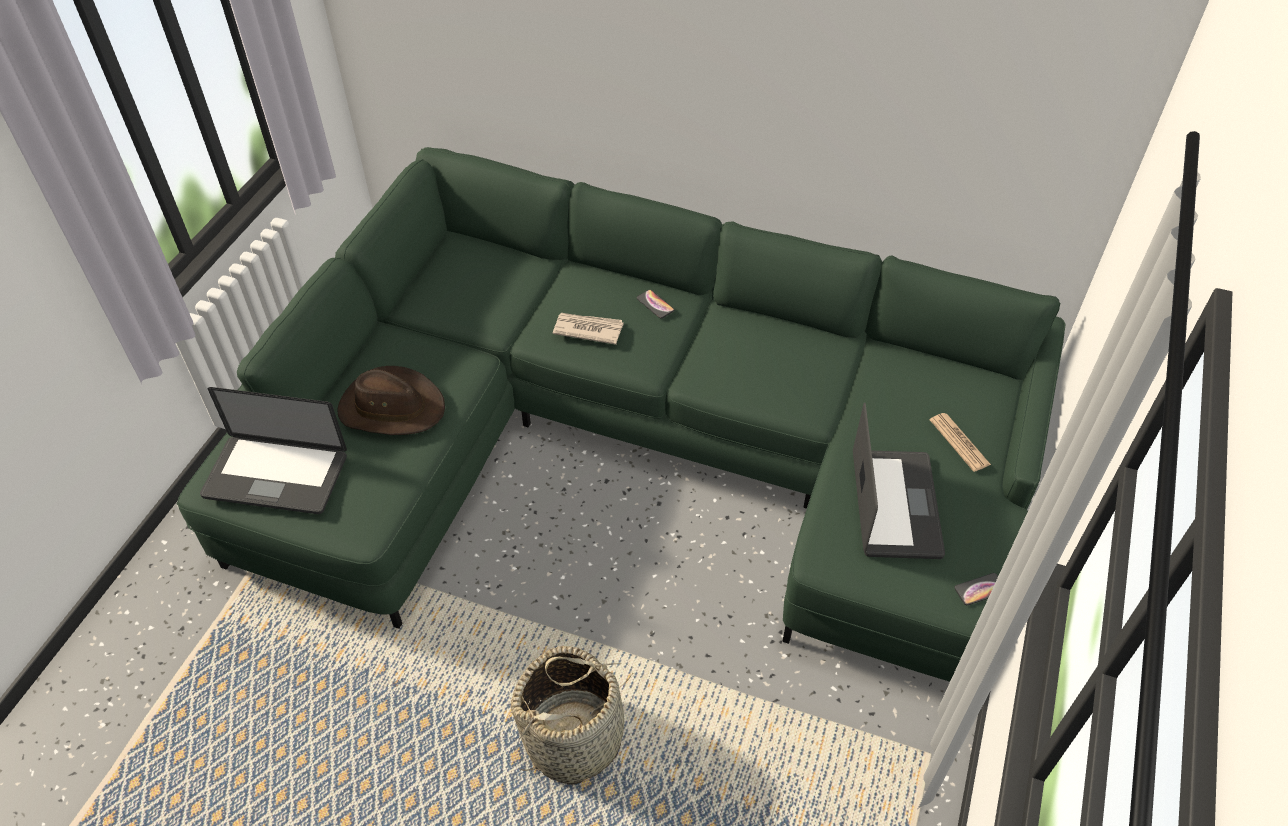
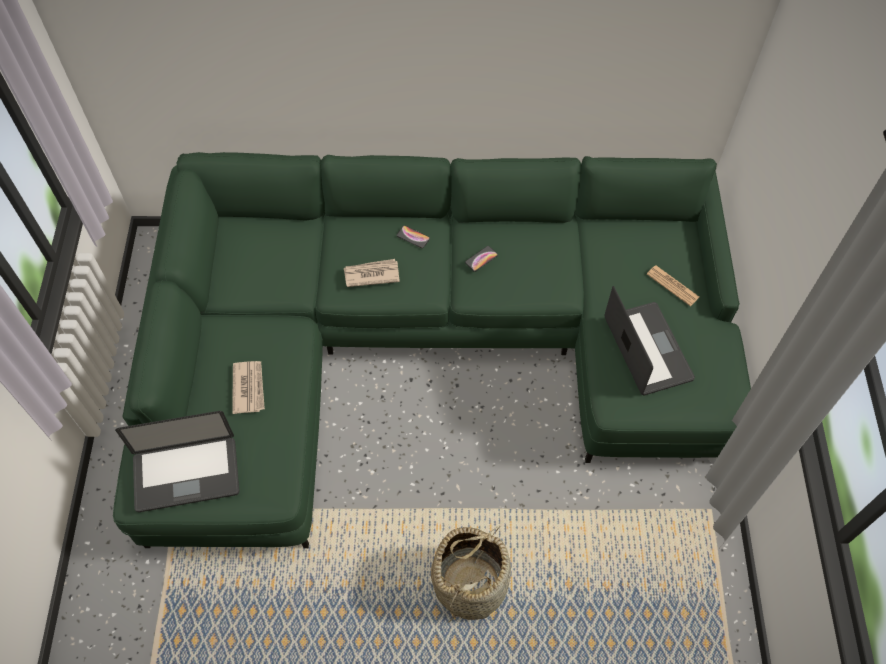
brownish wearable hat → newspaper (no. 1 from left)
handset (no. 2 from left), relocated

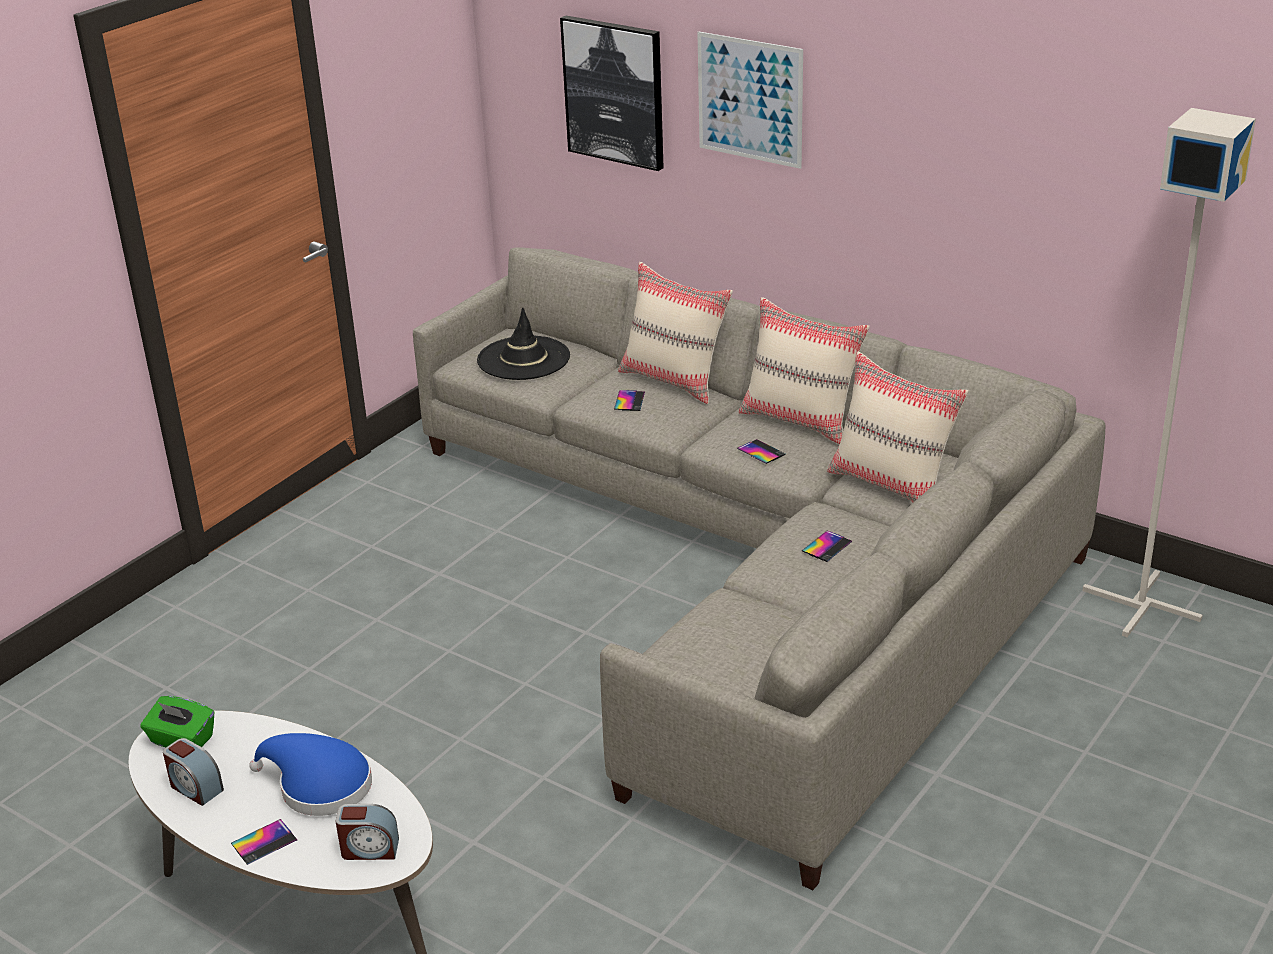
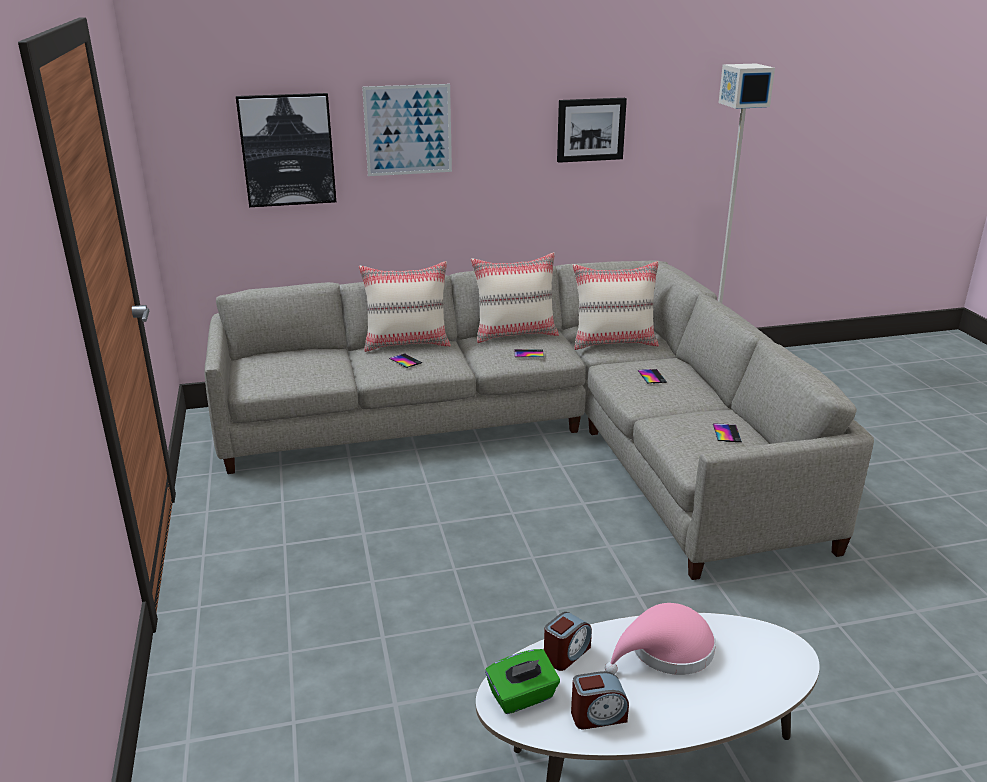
blackish wearable hat → -
blue-coloured wearable hat → pink-coloured wearable hat
bedside clock (no. 2 from left in the first image) → bedside clock (no. 1 from left), relocated
handset (no. 1 from left in the first image) → handset (no. 4 from left), relocated
- → wall picture (no. 3 from left)

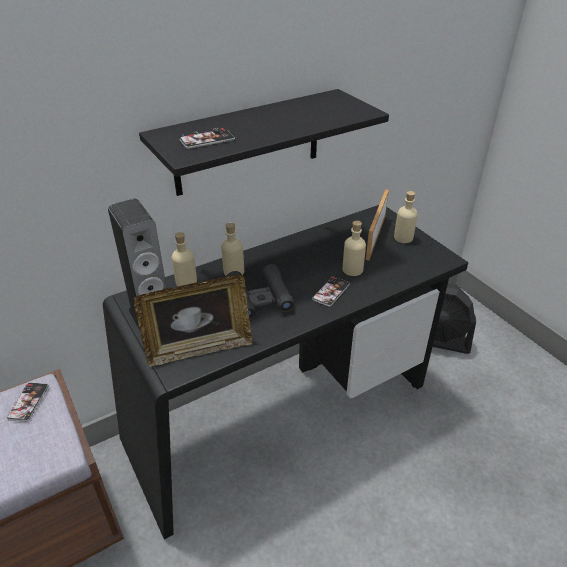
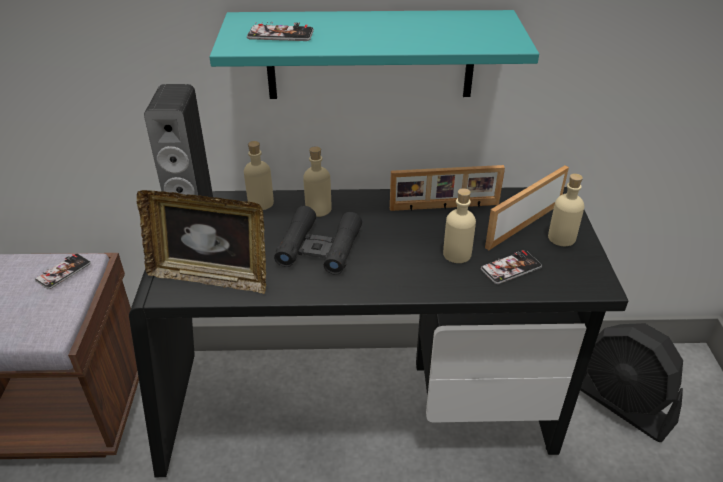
blackish bracket shelf → turquoise-coloured bracket shelf
handset (no. 3 from left), relocated
- → photo frame (no. 2 from left)

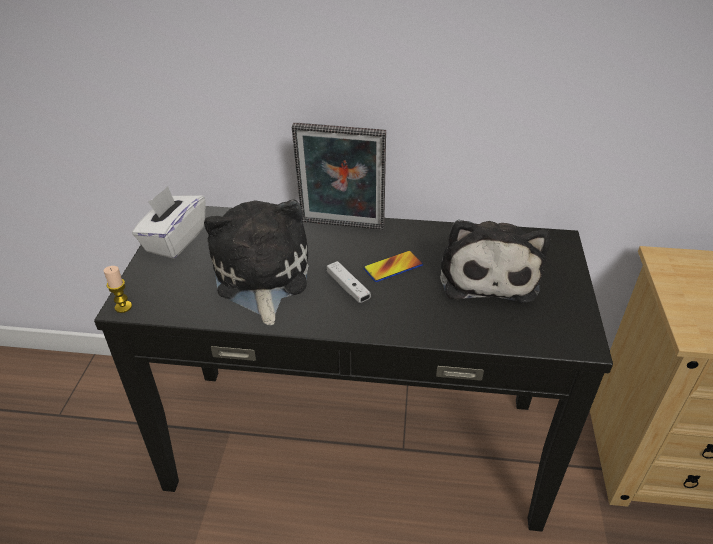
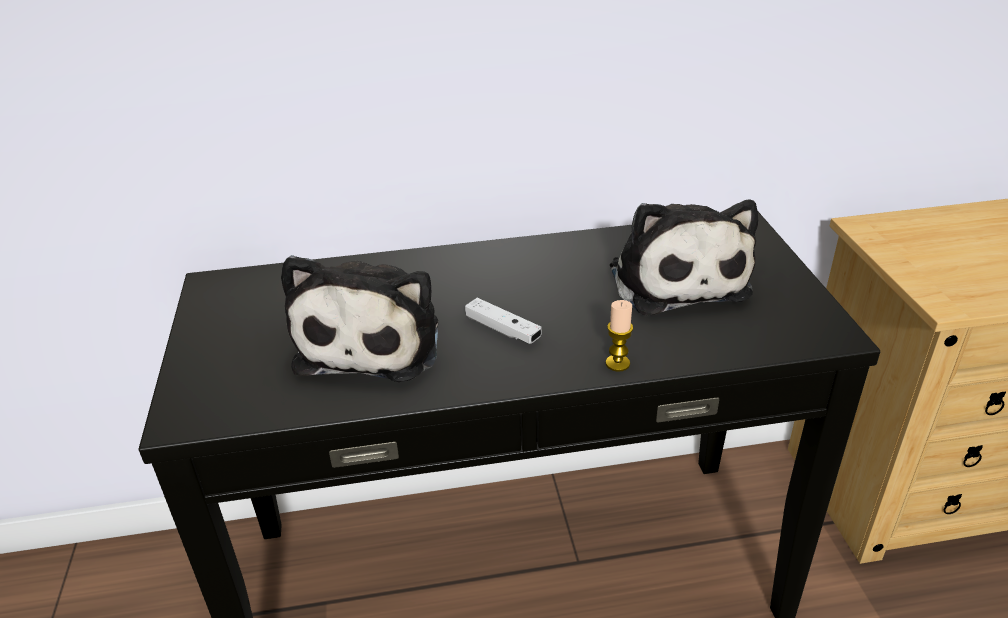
photo frame → -
whitish tissue box → -
cuddly toy (no. 1 from left), 150 degrees counterclockwise
handset → -
wax candle, relocated

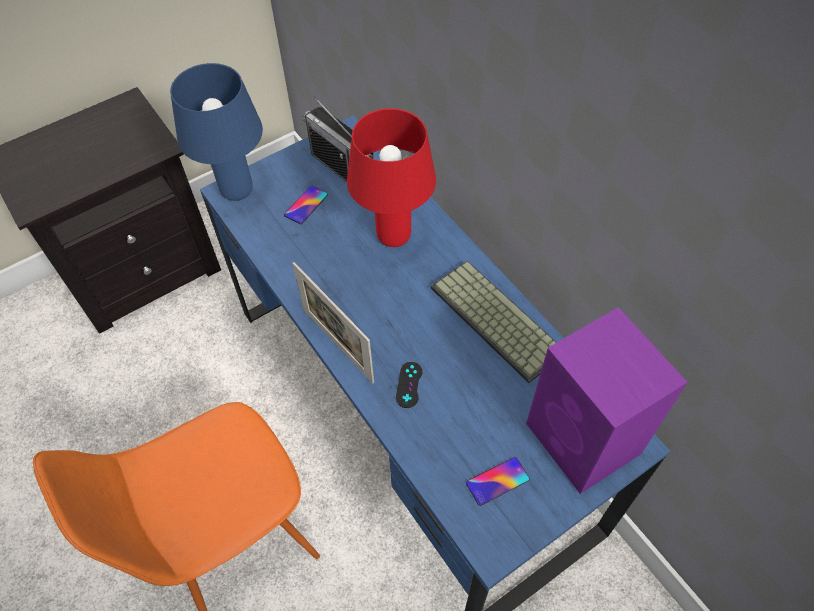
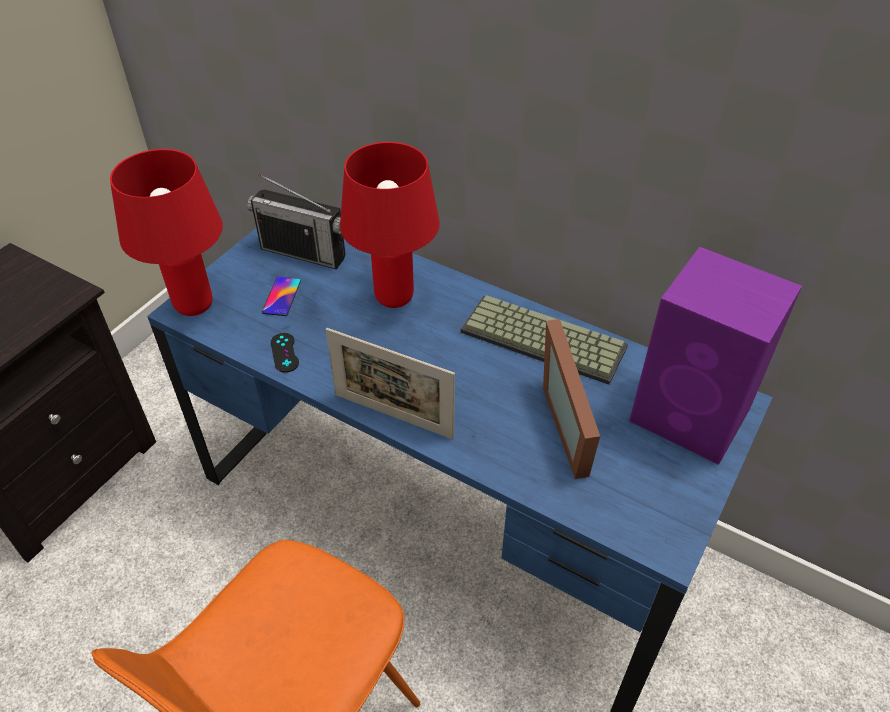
blue-coloured lamp for a table → reddish lamp for a table (no. 1 from left)
blackish joypad, relocated
handset (no. 2 from left) → -
- → photo frame (no. 2 from left)

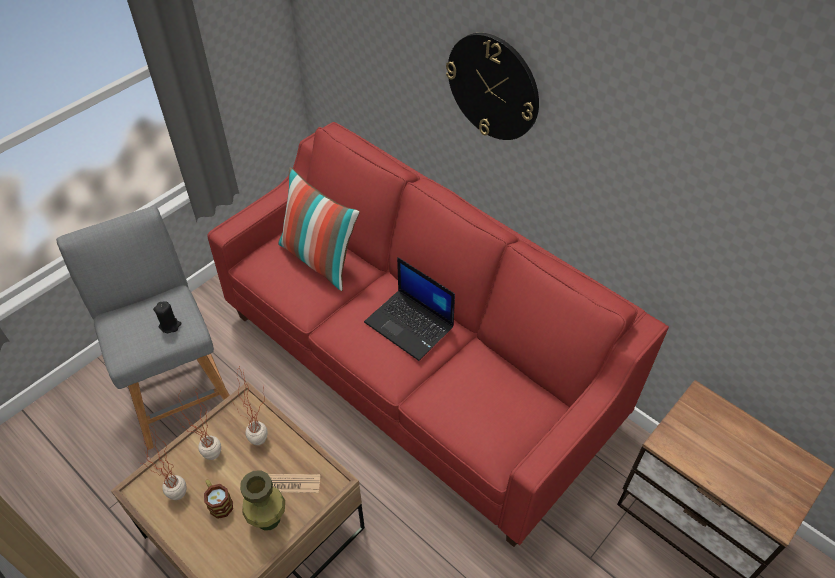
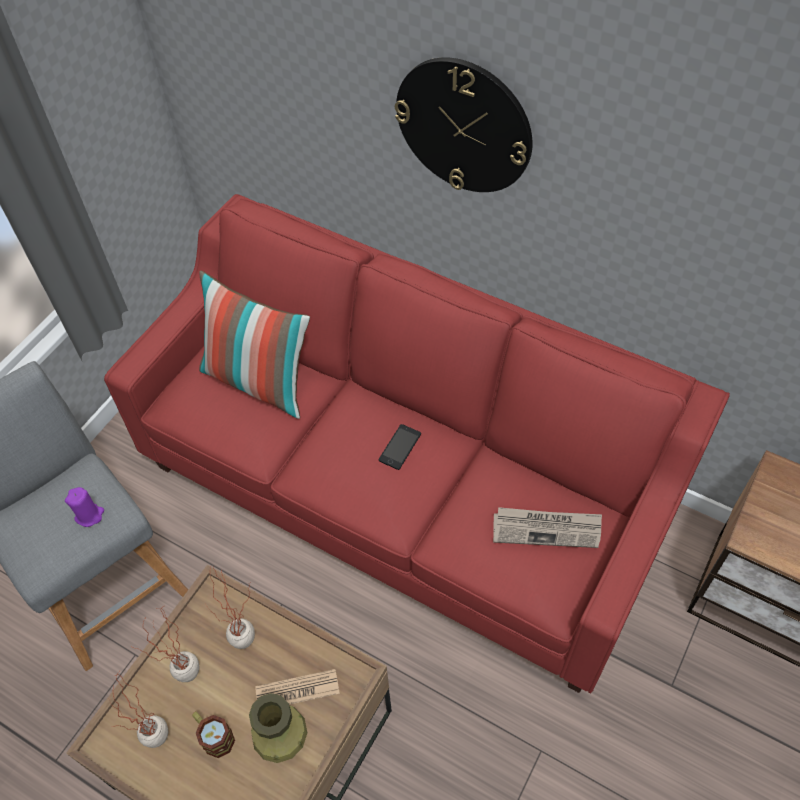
laptop → handset
blackish wax candle → purple wax candle
- → newspaper (no. 2 from left)

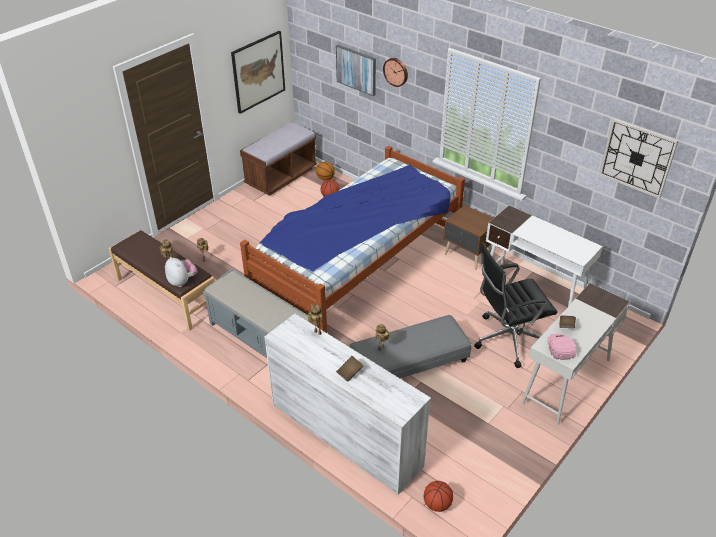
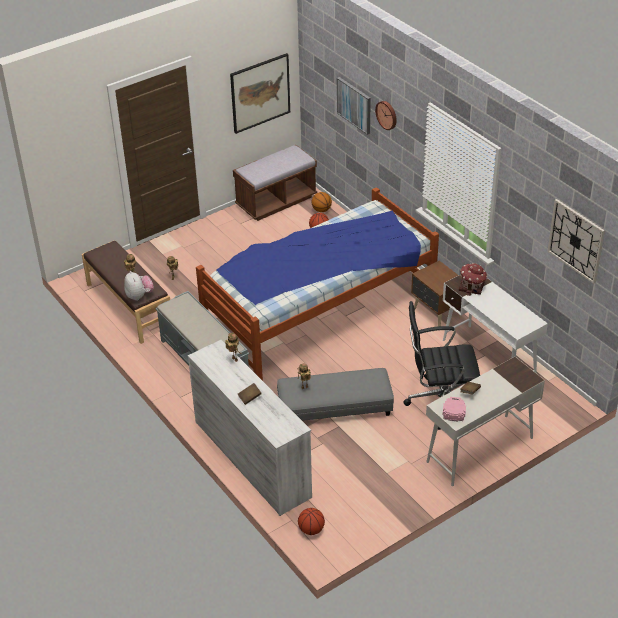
- → model house

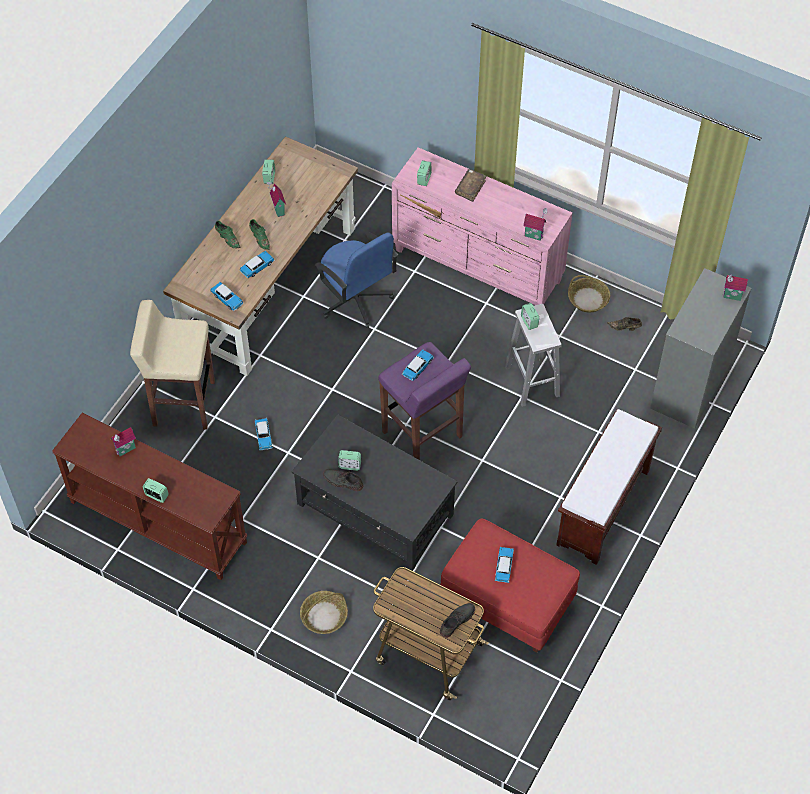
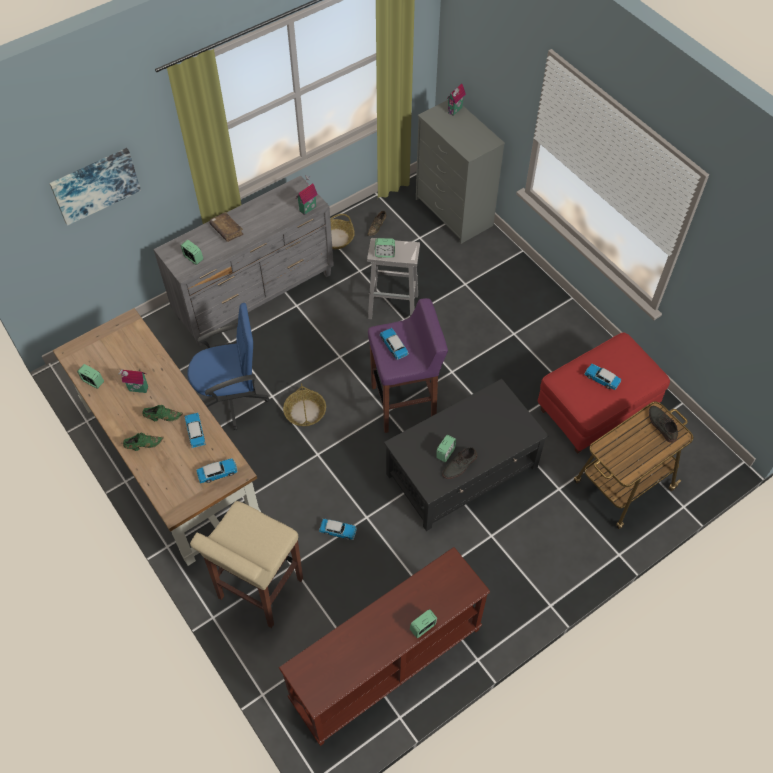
pink-coloured drawer chest → greyish drawer chest (no. 1 from left)
brownish indoor bench → -
model house (no. 1 from left) → -
storage basket (no. 1 from left), relocated
- → wall picture

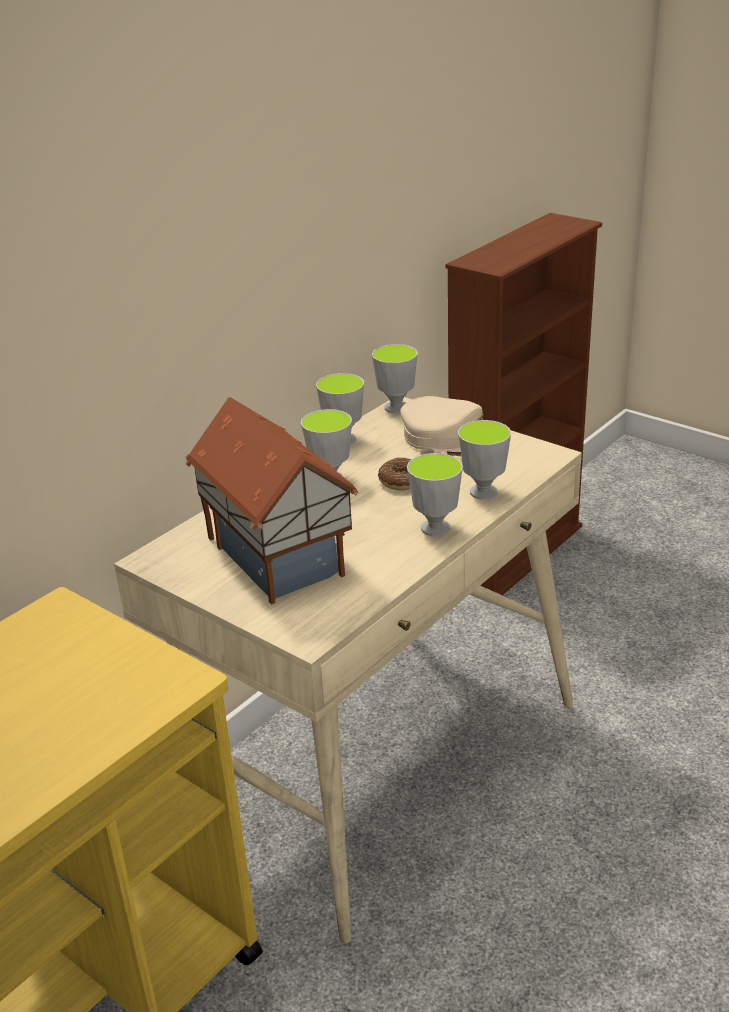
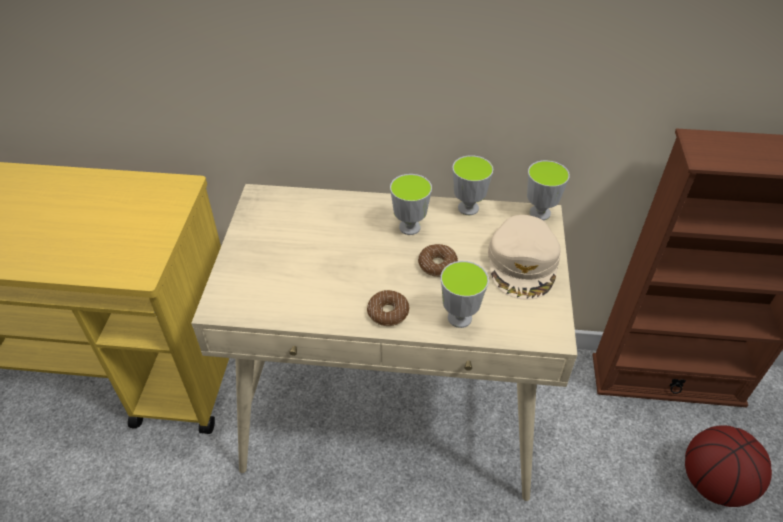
model house → -
cup (no. 4 from left) → ring doughnut (no. 1 from left)
- → ball for basketball

